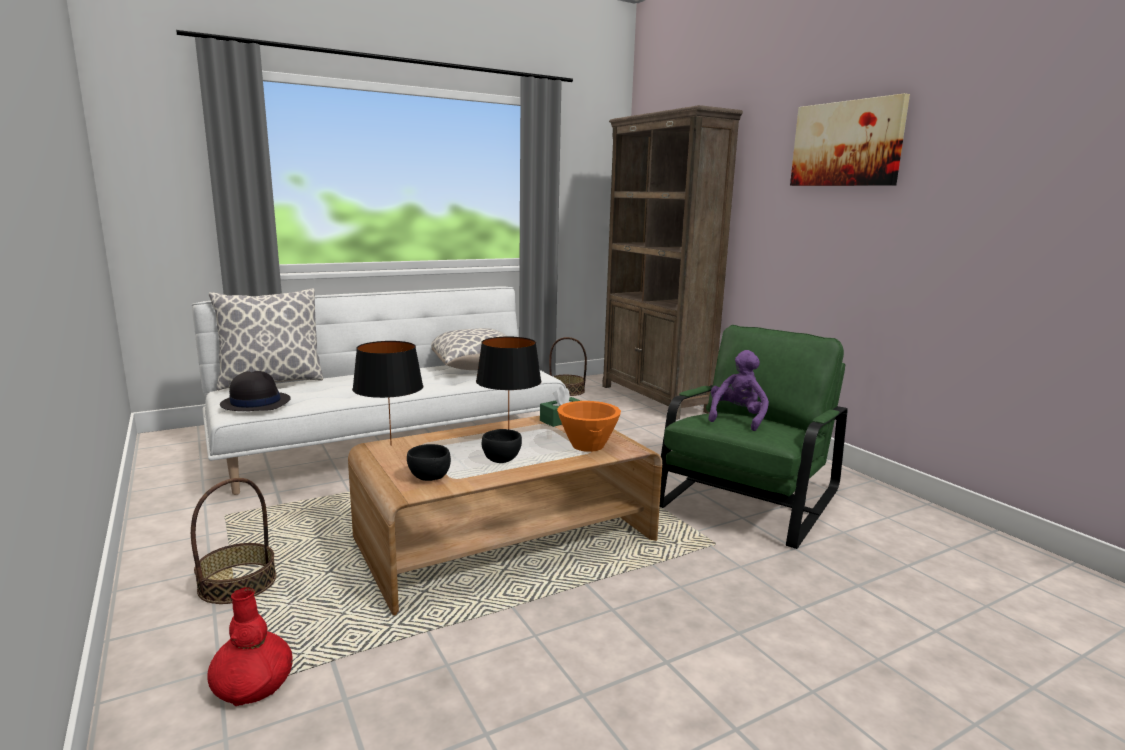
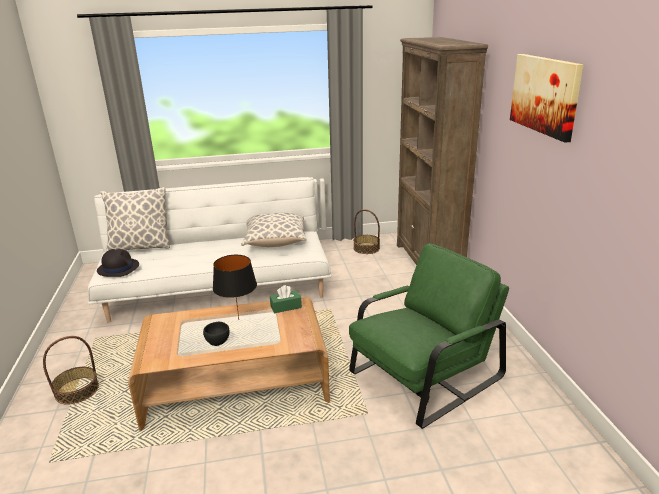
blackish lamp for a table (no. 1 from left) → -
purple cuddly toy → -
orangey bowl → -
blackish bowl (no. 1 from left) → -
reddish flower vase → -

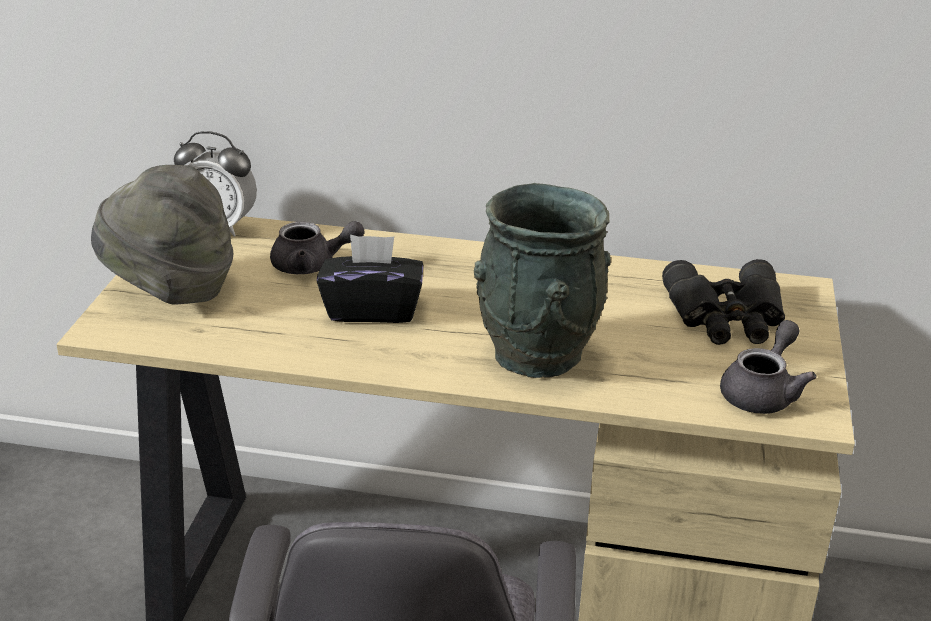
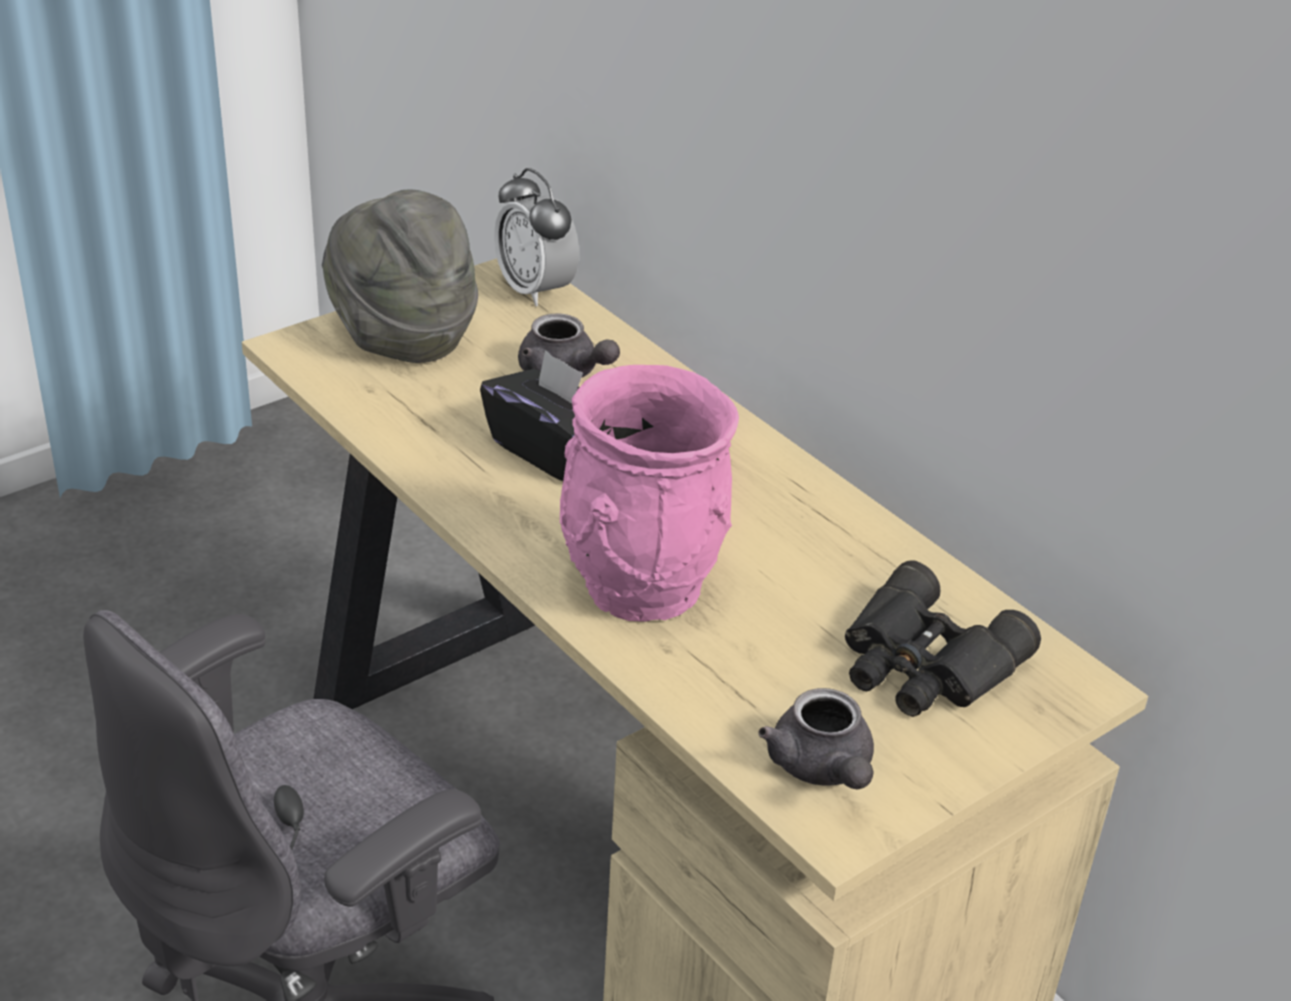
greyish flower vase → pink-coloured flower vase
greyish teapot (no. 2 from left), 90 degrees clockwise

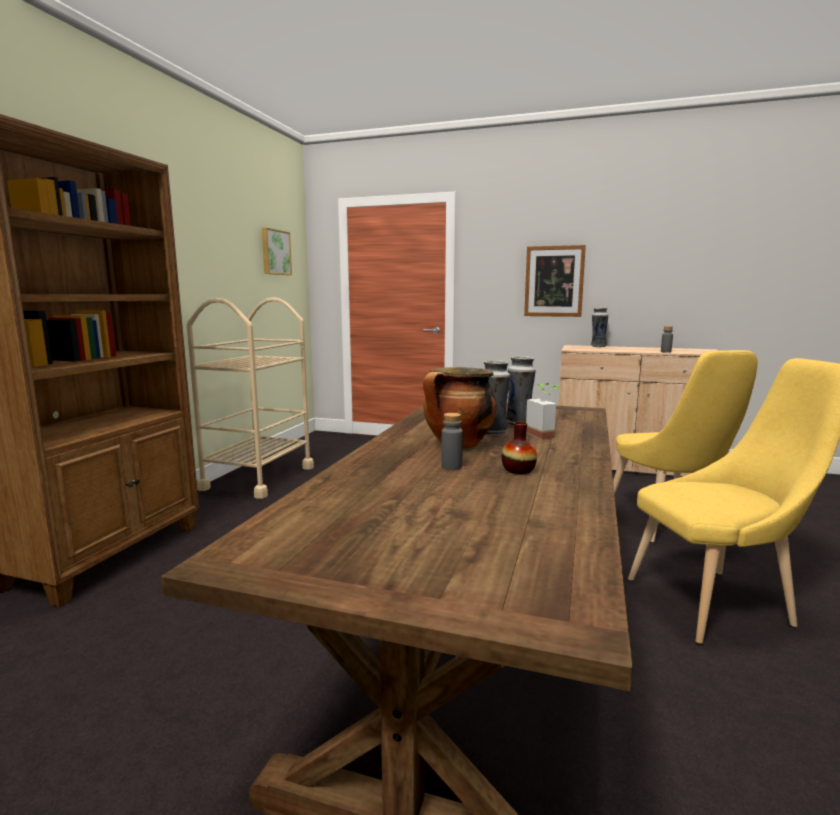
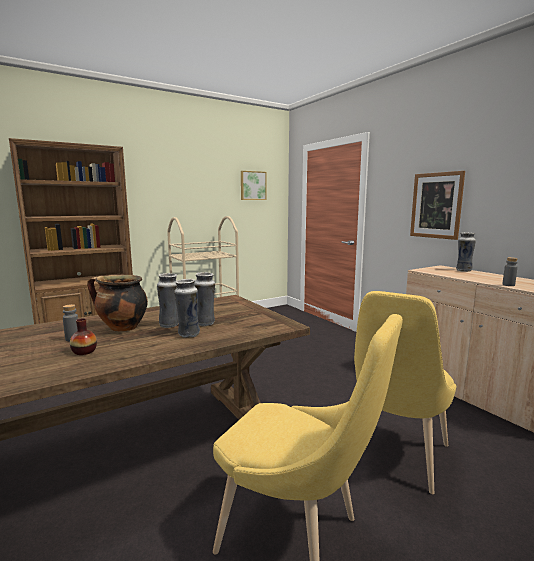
houseplant → flower vase (no. 3 from left)

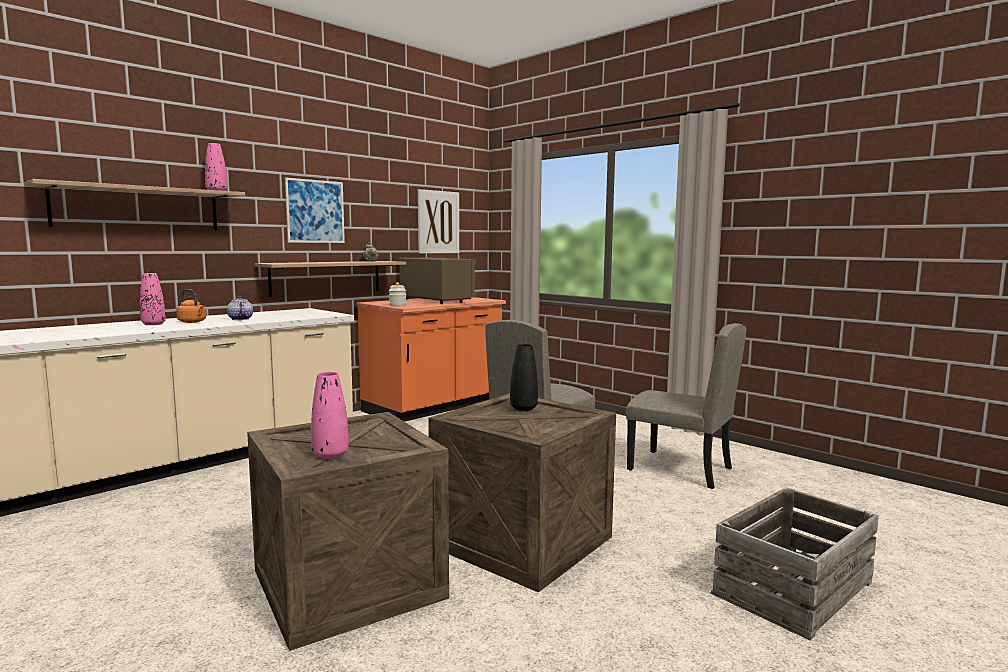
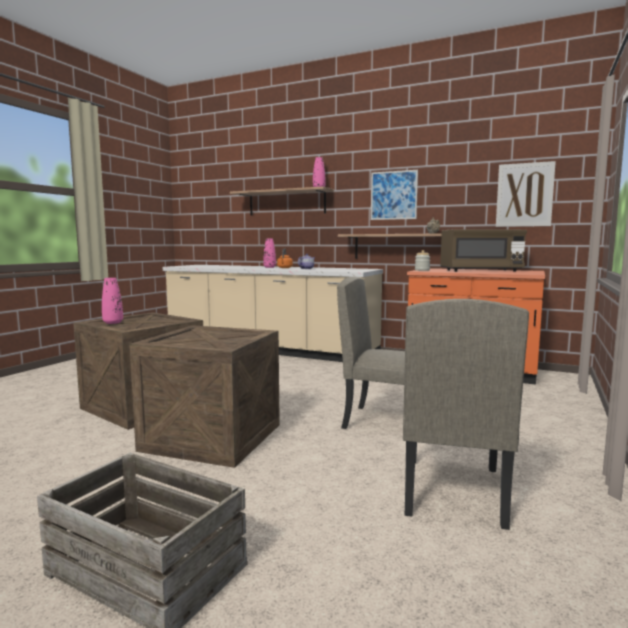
brownish microwave, 60 degrees clockwise
blackish flower vase → -

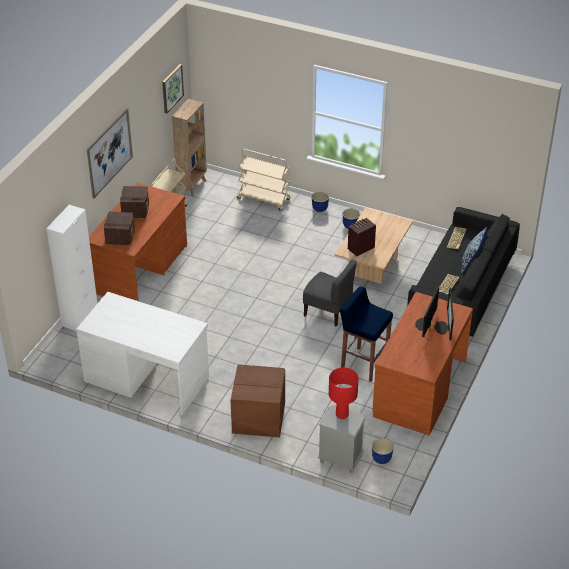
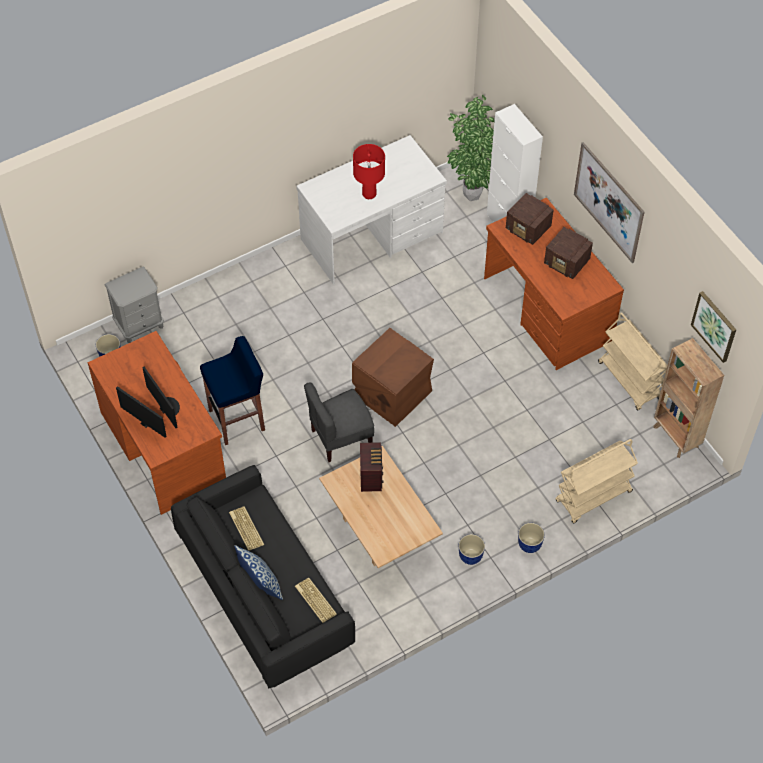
brownish storage box, relocated
reddish lamp for a table, relocated
- → houseplant

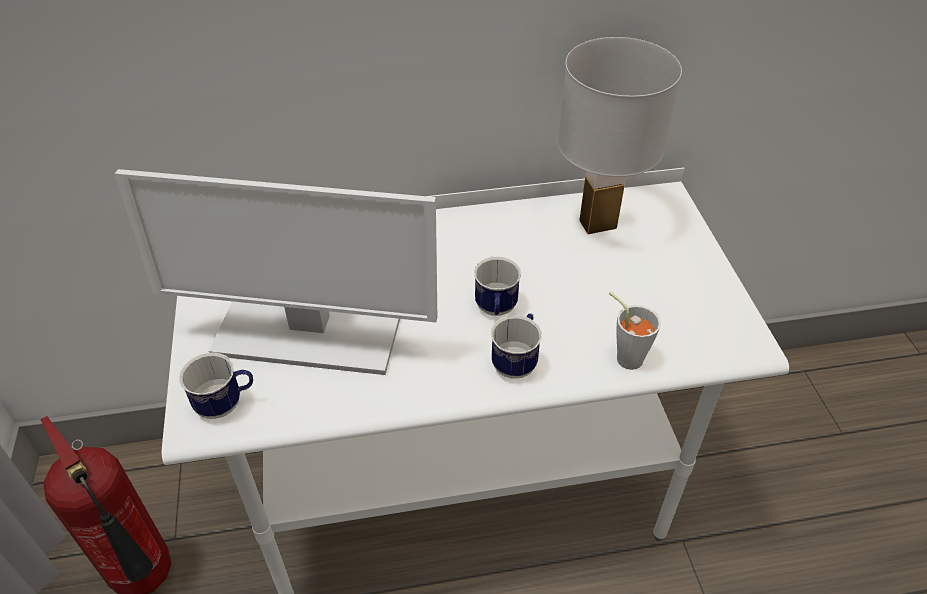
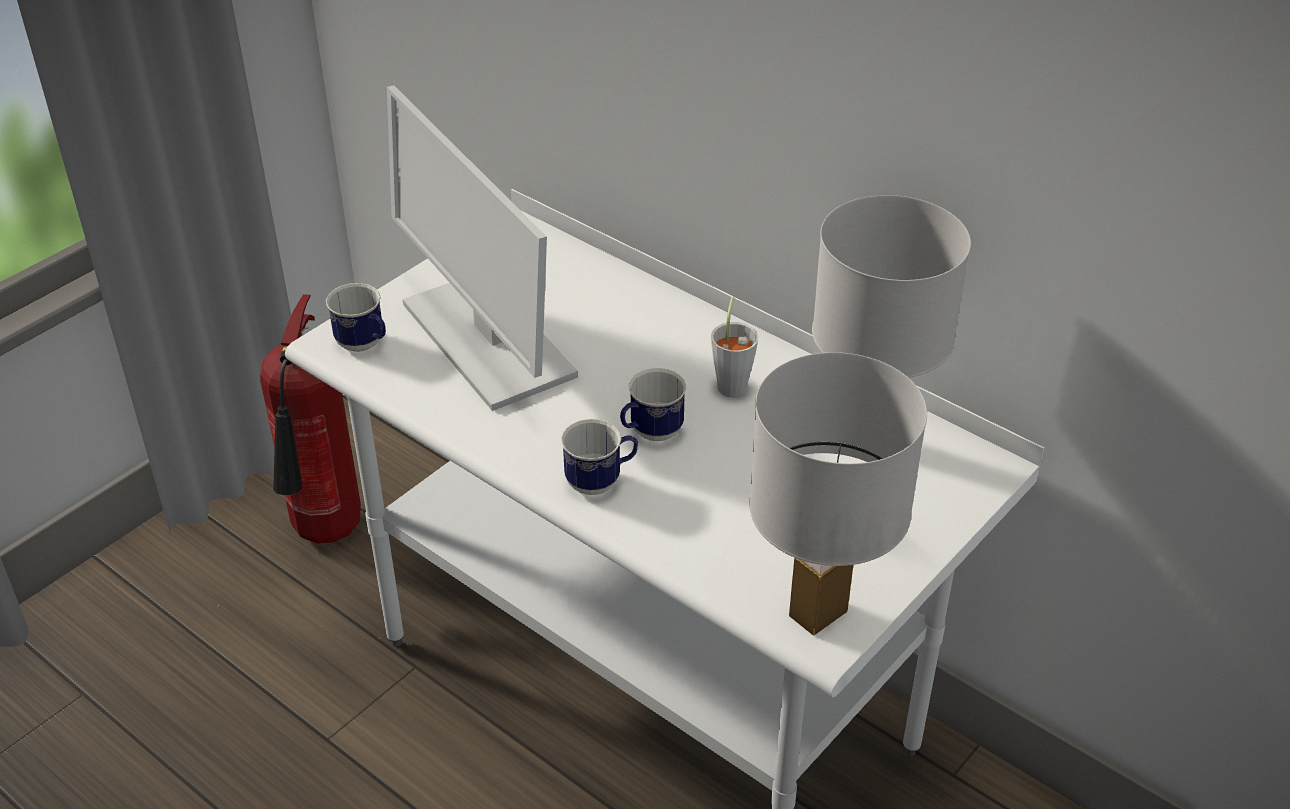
greyish cup, relocated
- → whitish lamp for a table (no. 1 from left)

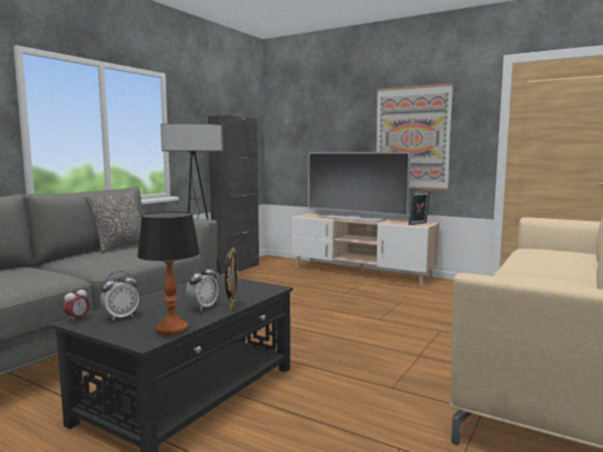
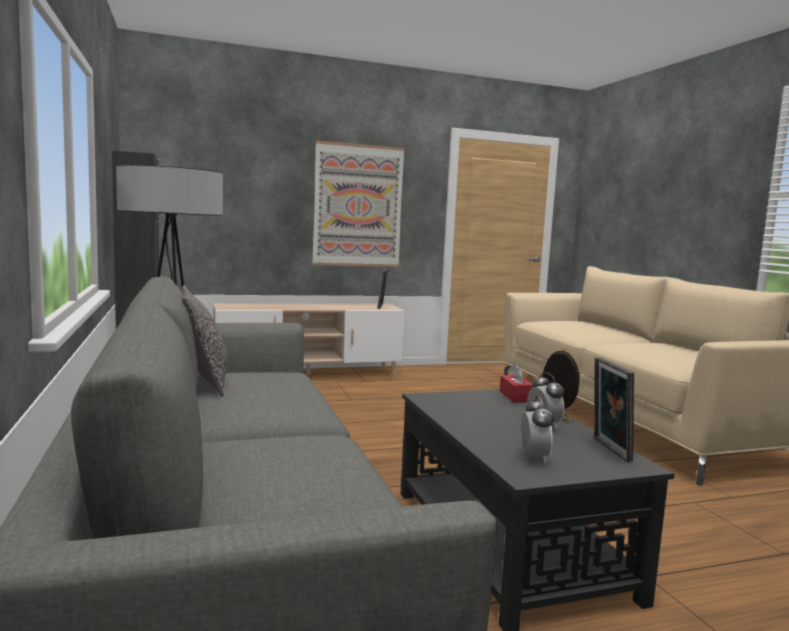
television → -
lamp for a table → photo frame (no. 3 from left)
bedside clock (no. 1 from left) → -
- → reddish tissue box

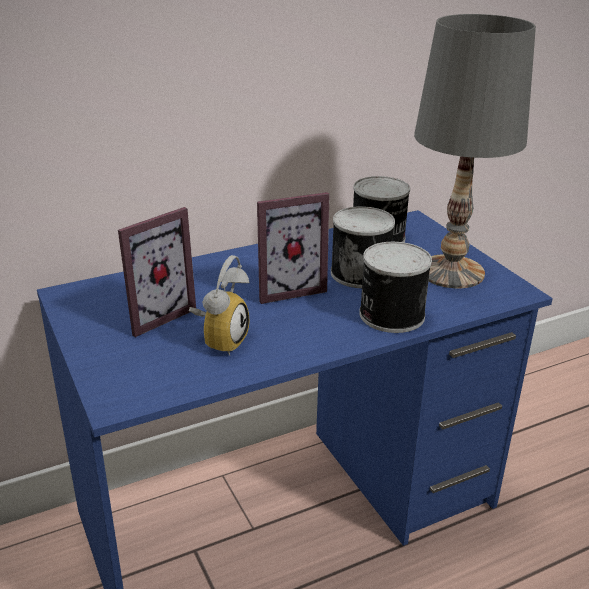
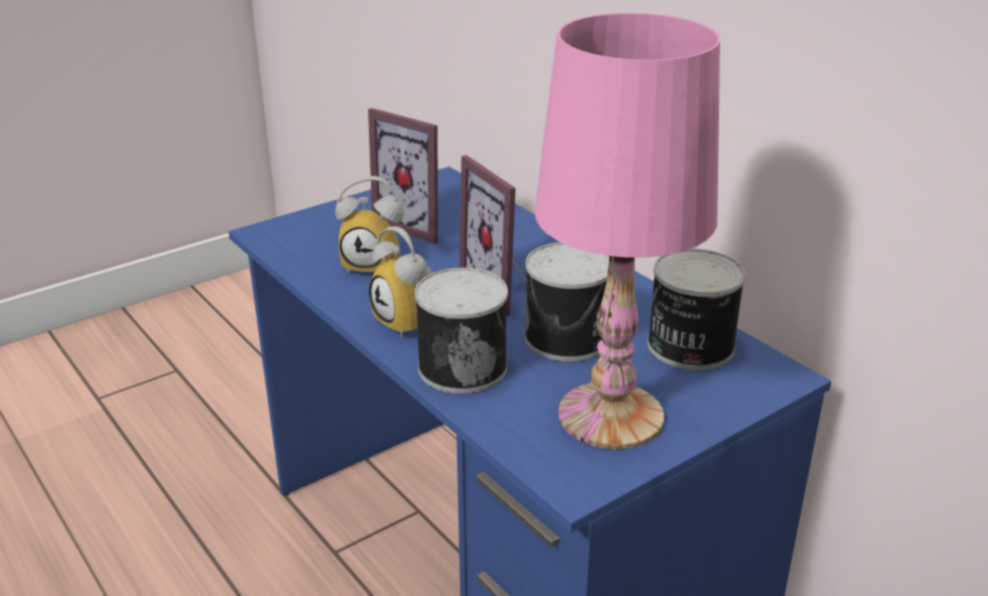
greyish lamp for a table → pink-coloured lamp for a table
- → bedside clock (no. 2 from left)

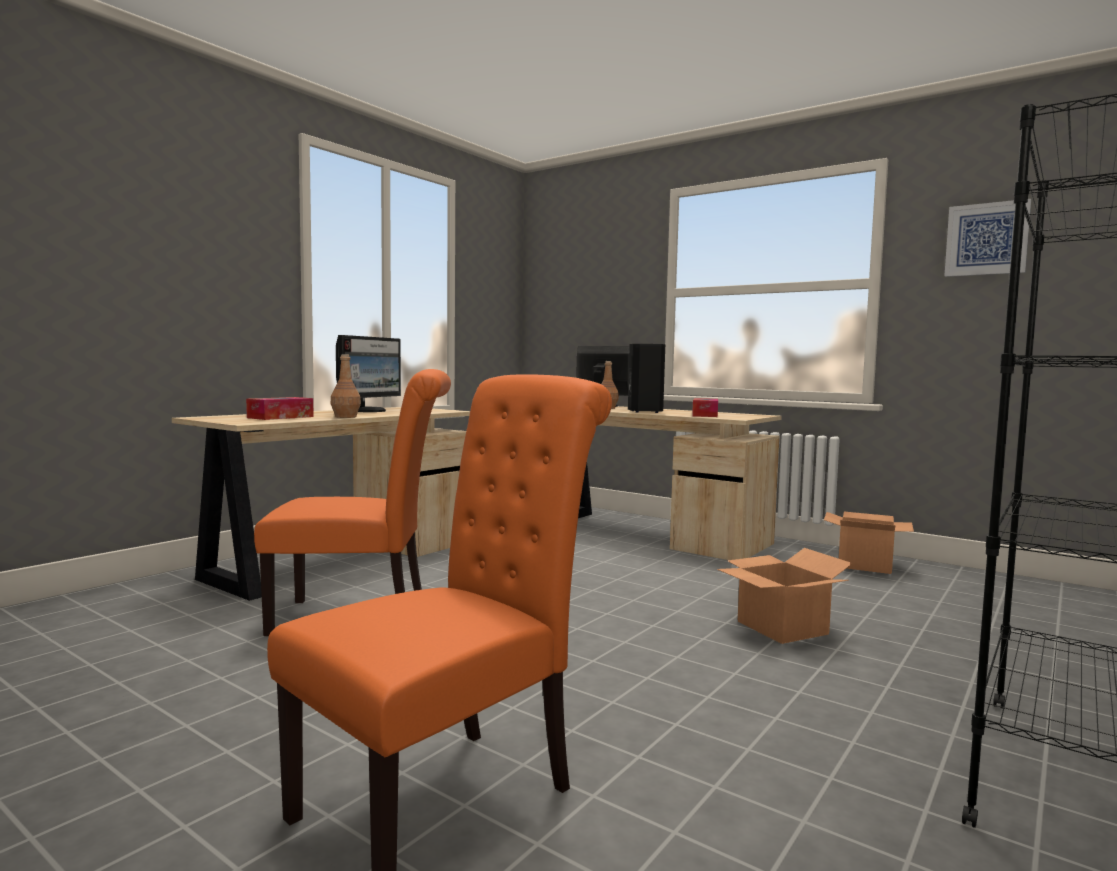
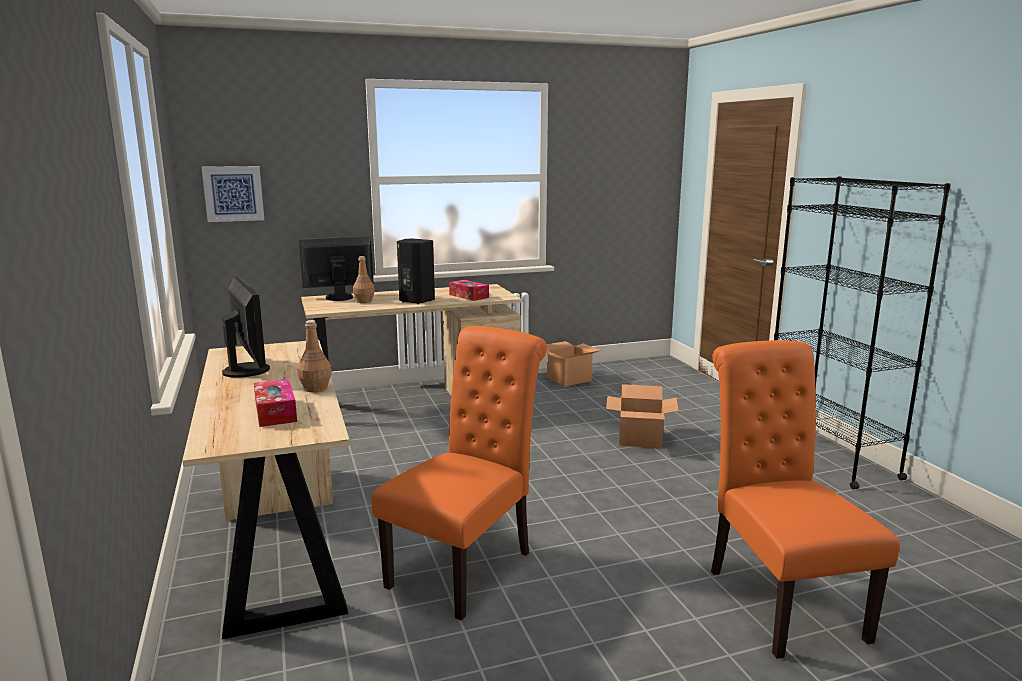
wall picture, relocated

